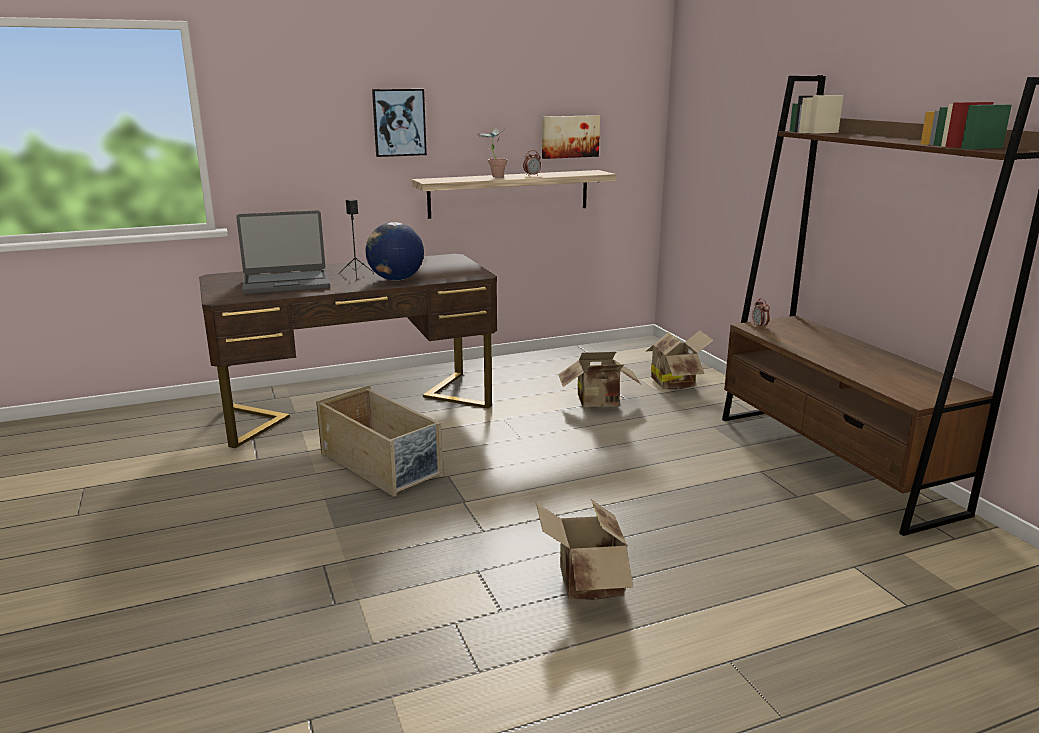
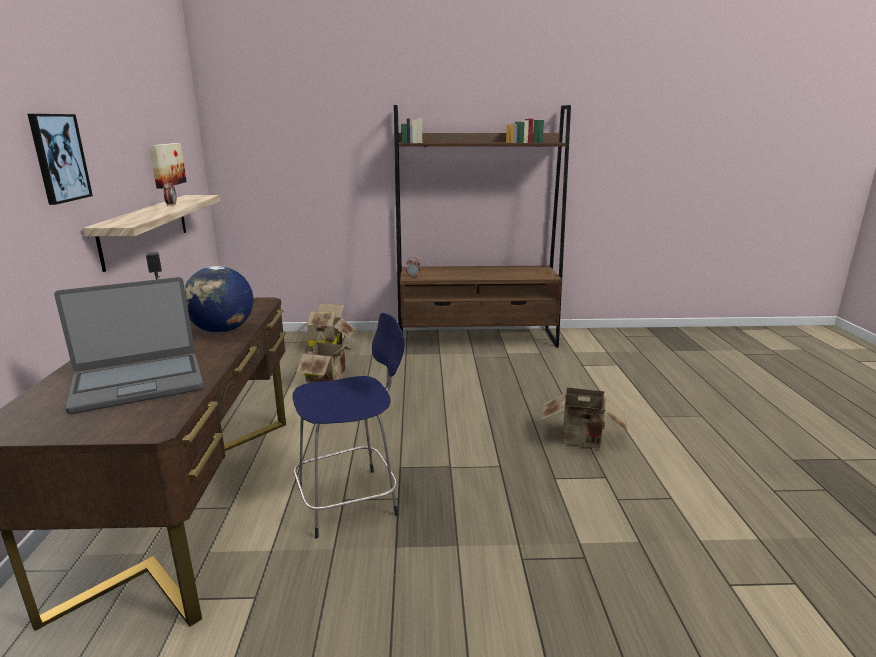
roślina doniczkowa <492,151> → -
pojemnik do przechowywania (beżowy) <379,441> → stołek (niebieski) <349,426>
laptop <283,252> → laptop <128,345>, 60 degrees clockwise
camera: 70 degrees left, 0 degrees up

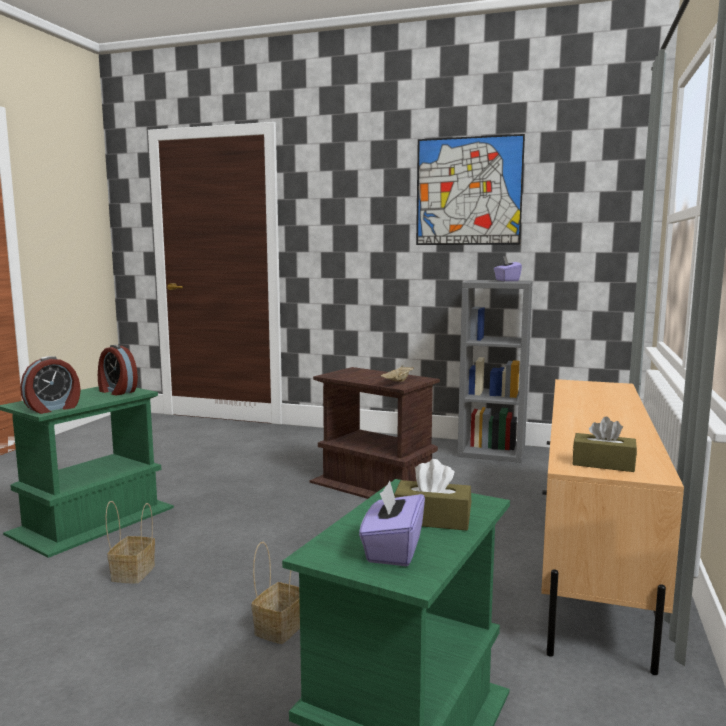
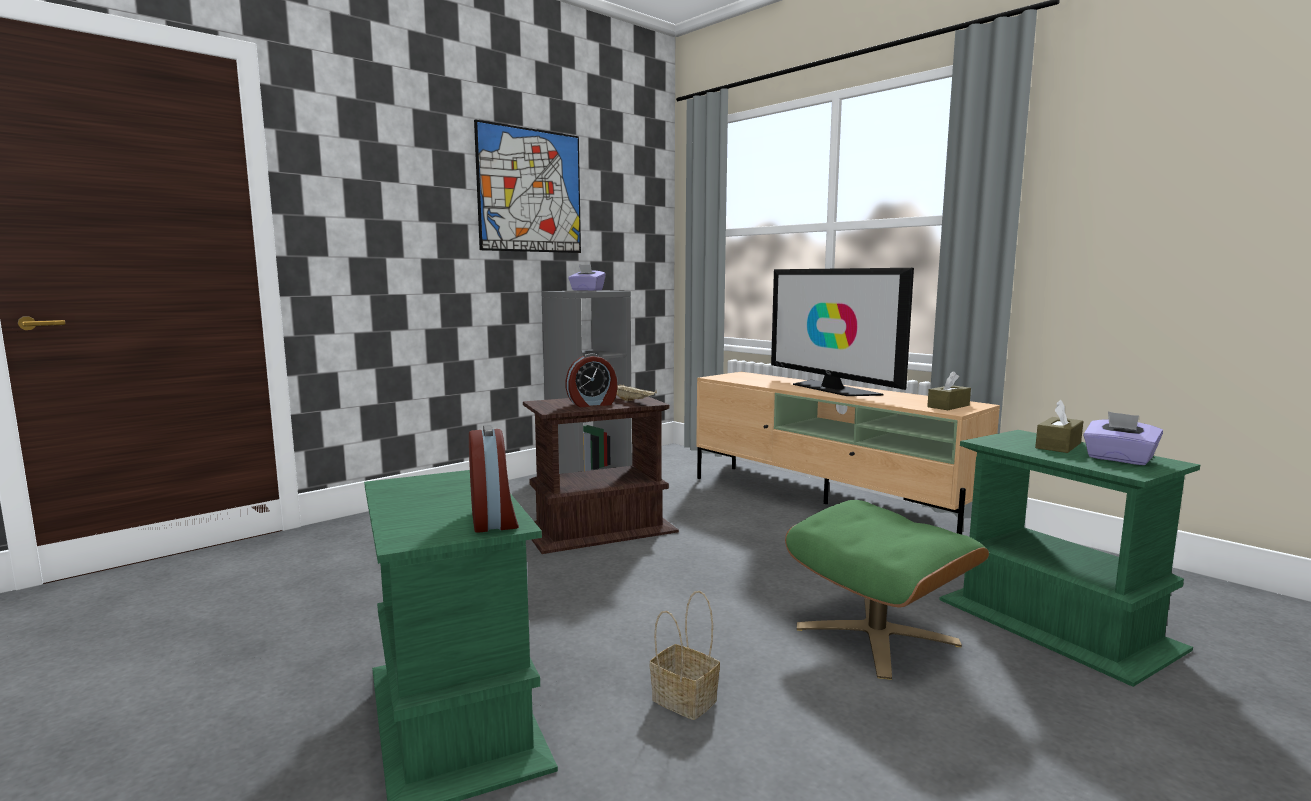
- → telewizor <842,332>
budzik <118,370> → budzik <592,380>, shifted
koszyk <276,593> → pufa (zielony) <887,590>
camera: 60 degrees left, 0 degrees up

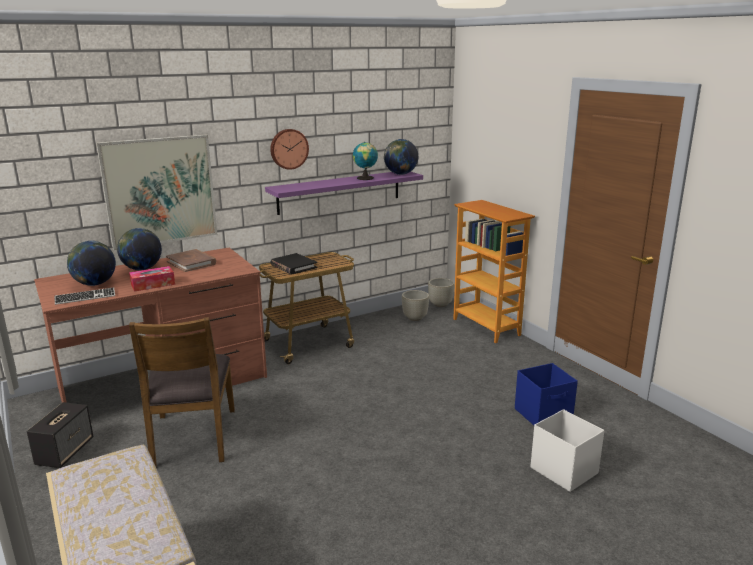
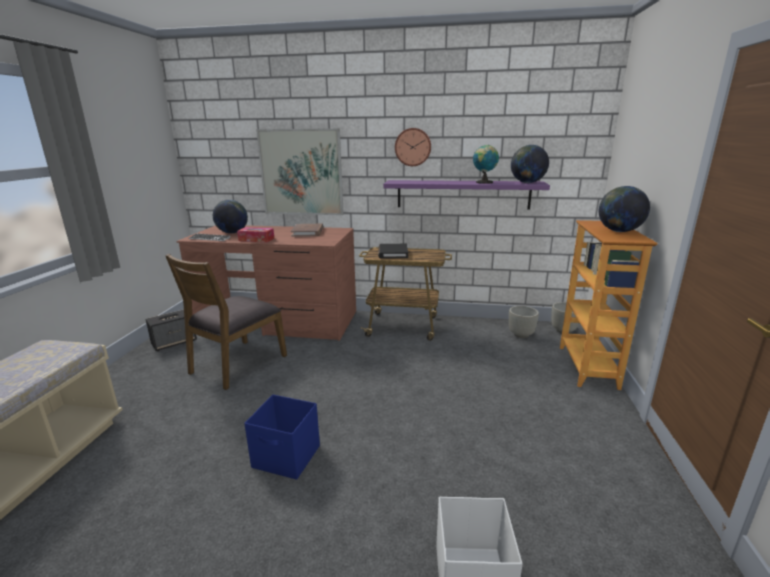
globus <139,249> → globus <624,209>, shifted
pojemnik do przechowywania (niebieski) <546,394> → pojemnik do przechowywania (niebieski) <282,437>, shifted
camera: 40 degrees right, 0 degrees up

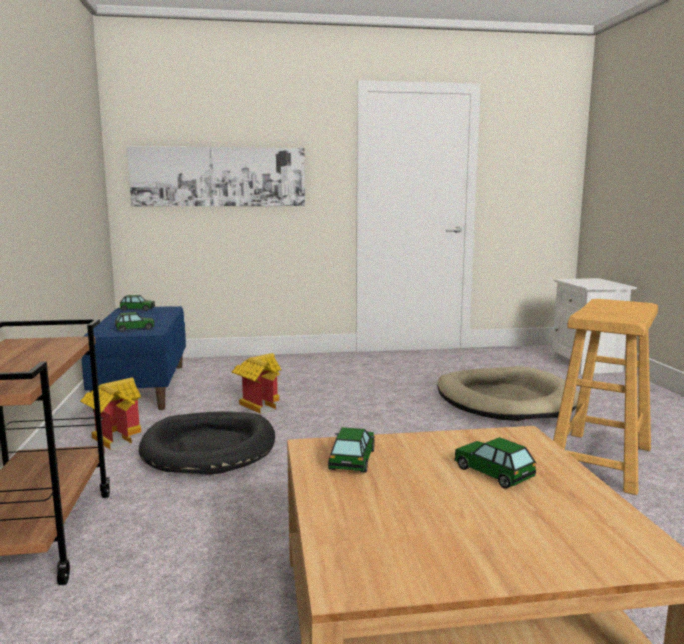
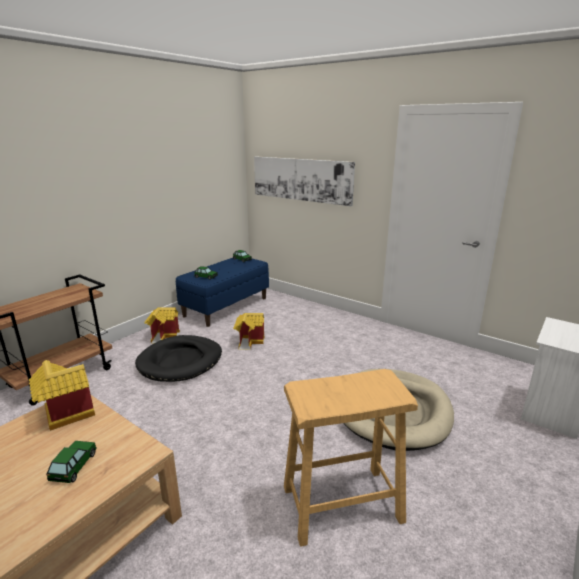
samochodzik <351,450> → domek <62,395>
camera: 45 degrees right, 10 degrees up

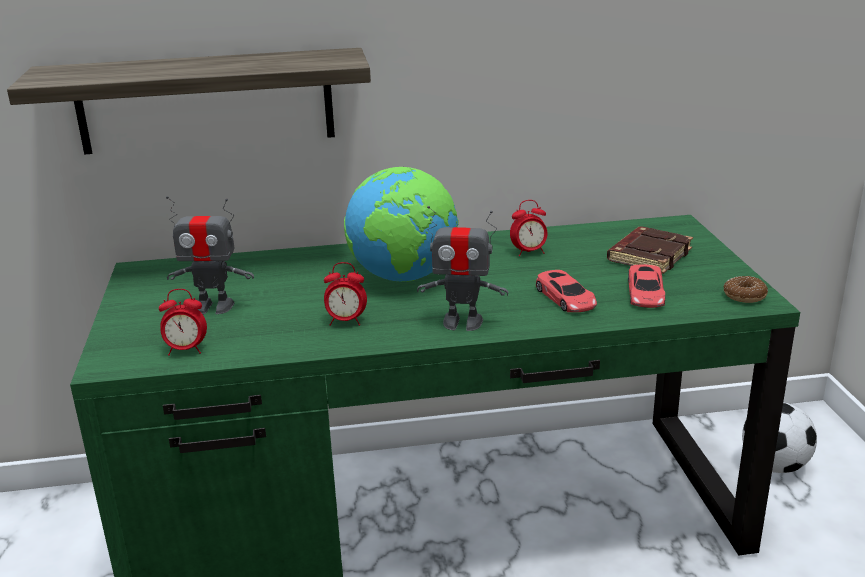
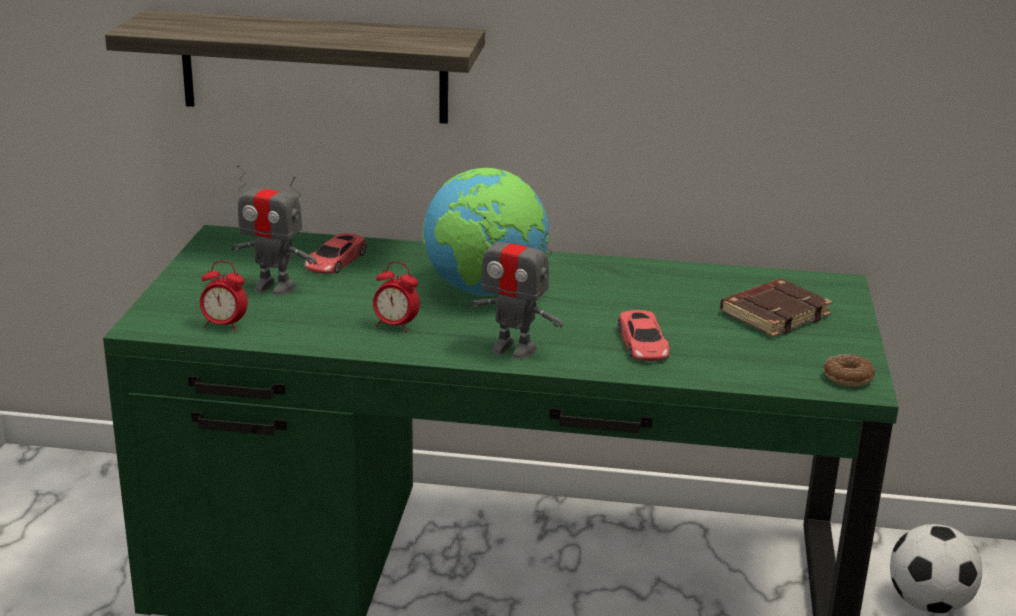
budzik <528,228> → -
samochodzik (czerwony) <646,286> → samochodzik (czerwony) <335,253>, shifted
camera: 15 degrees right, 0 degrees up

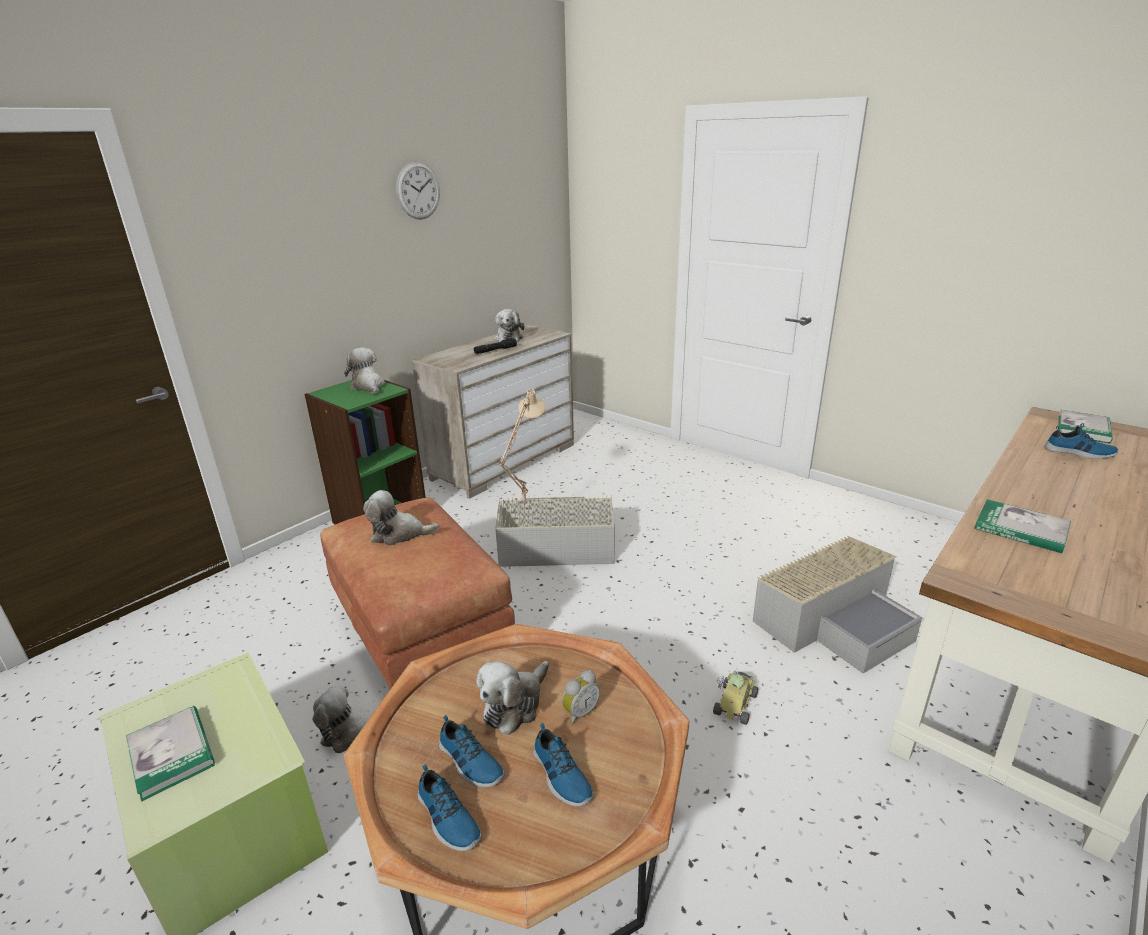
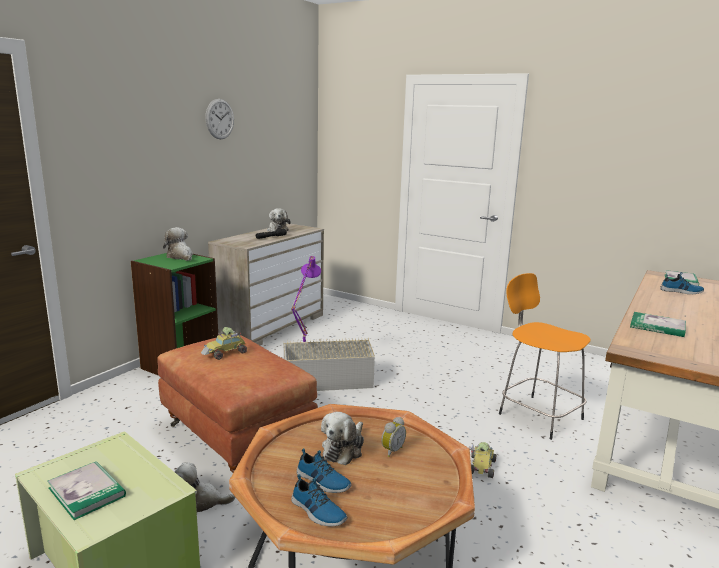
but <563,765> → -
pluszak <401,518> → samochodzik <224,343>
pojemnik do przechowywania (szary) <837,605> → stołek (pomarańczowy) <545,356>
lampa stołowa (beżowy) <522,446> → lampa stołowa (fioletowy) <306,300>
camera: 10 degrees left, 10 degrees down

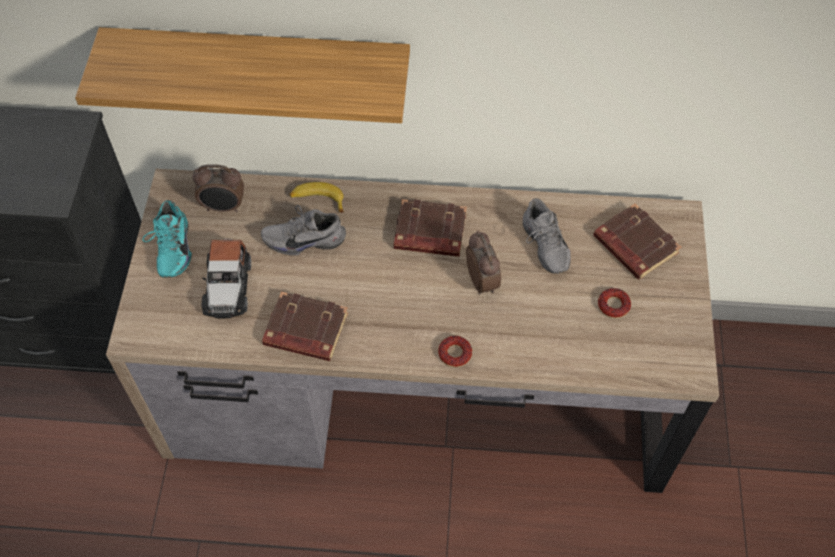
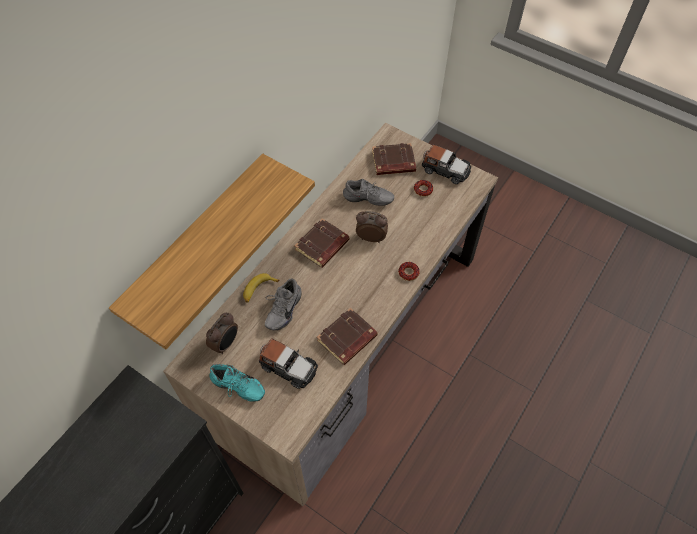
- → samochodzik <446,164>
camera: 60 degrees left, 0 degrees up

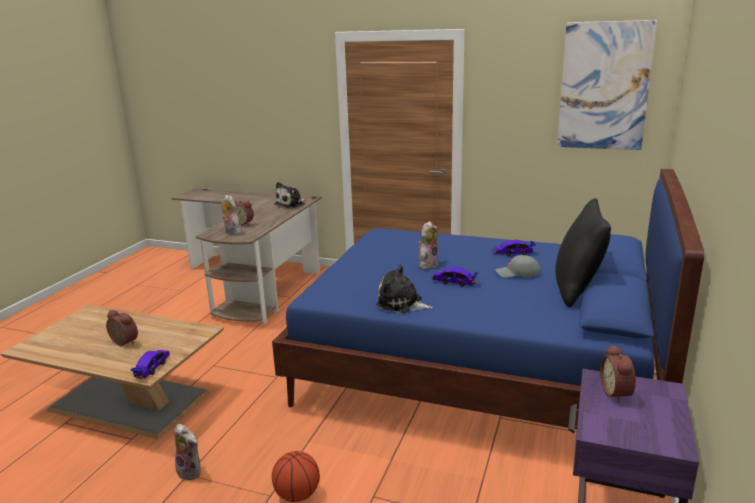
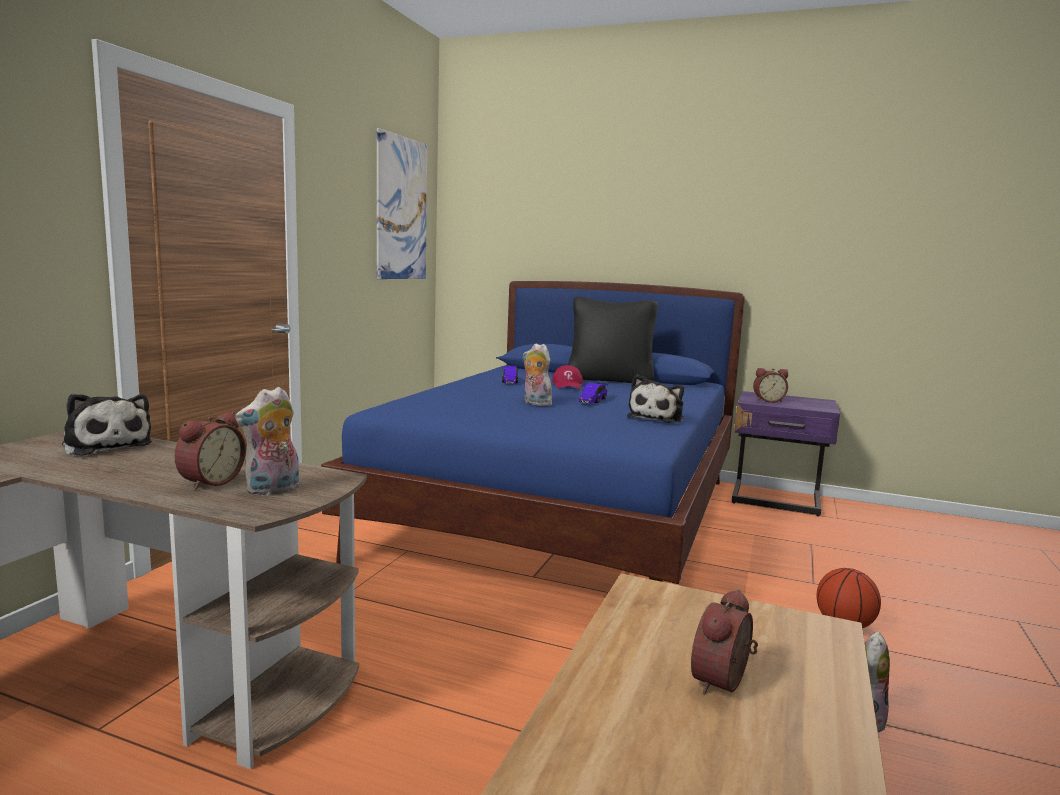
samochodzik <150,364> → -
czapka z daszkiem (szary) <517,266> → czapka z daszkiem (czerwony) <567,377>
camera: 90 degrees left, 10 degrees down

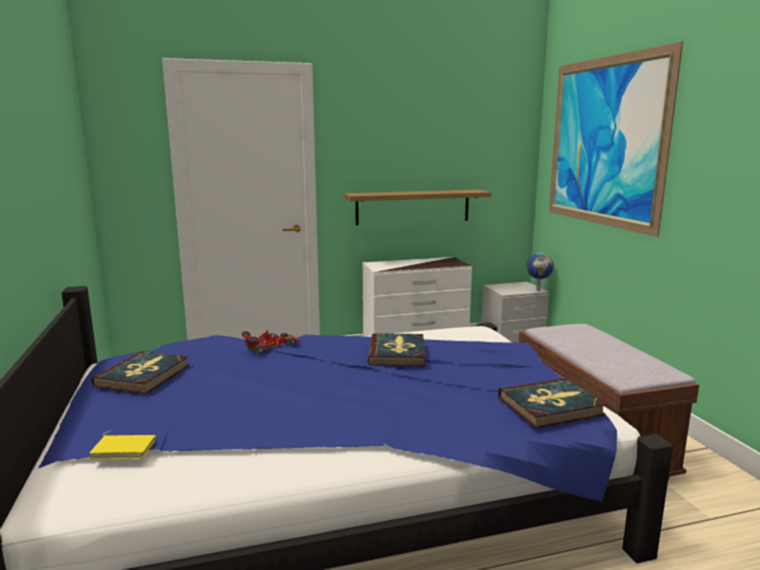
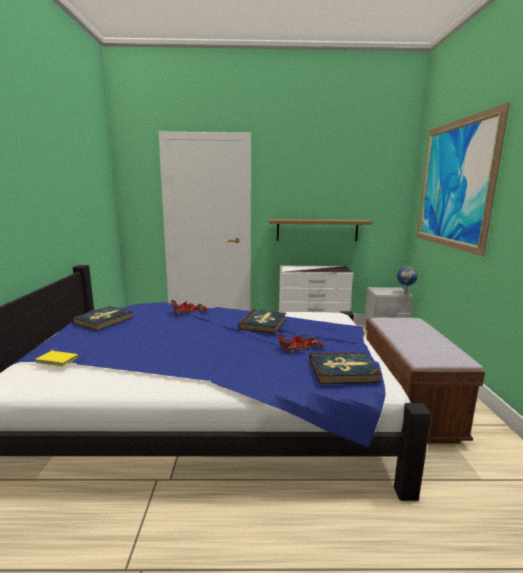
- → samochodzik <301,343>
camera: 15 degrees right, 0 degrees up

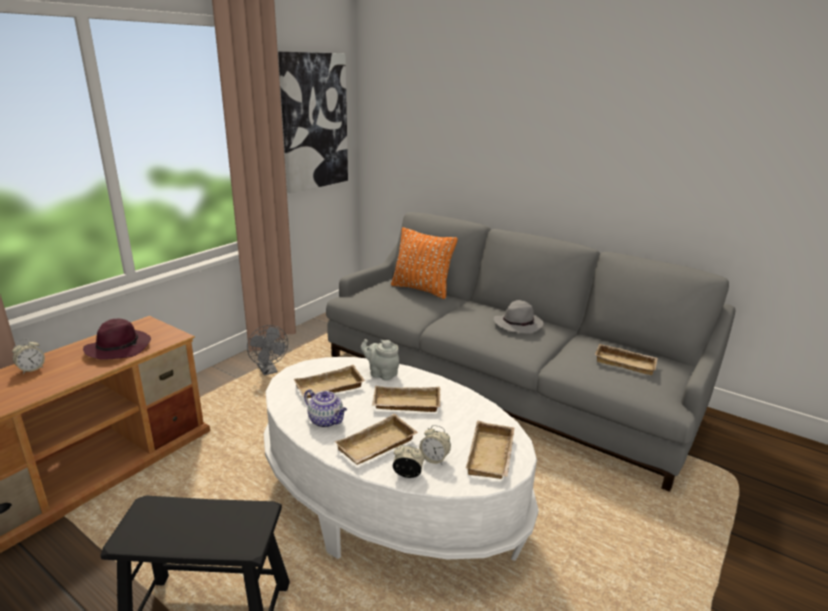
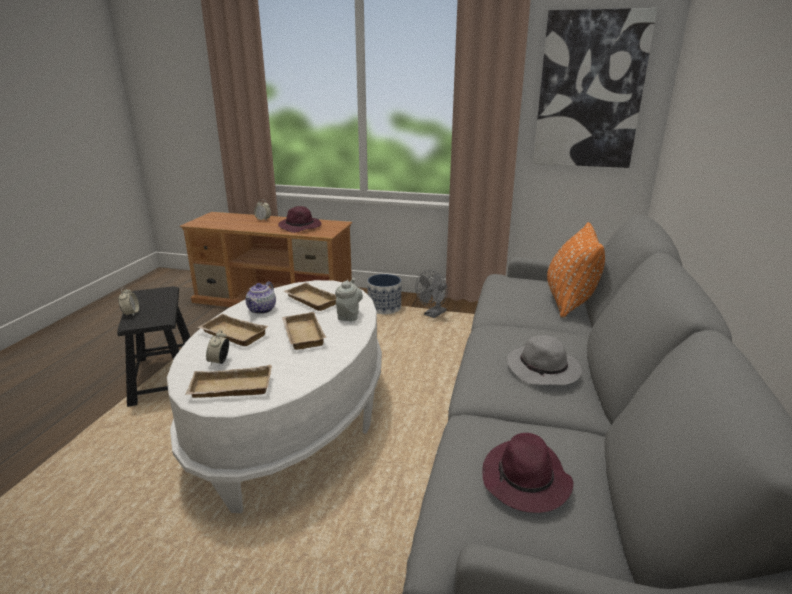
- → donica <384,294>
budzik <408,461> → budzik <129,302>, shifted
taca (beżowy) <626,359> → kapelusz (fioletowy) <528,473>
camera: 70 degrees right, 0 degrees up

